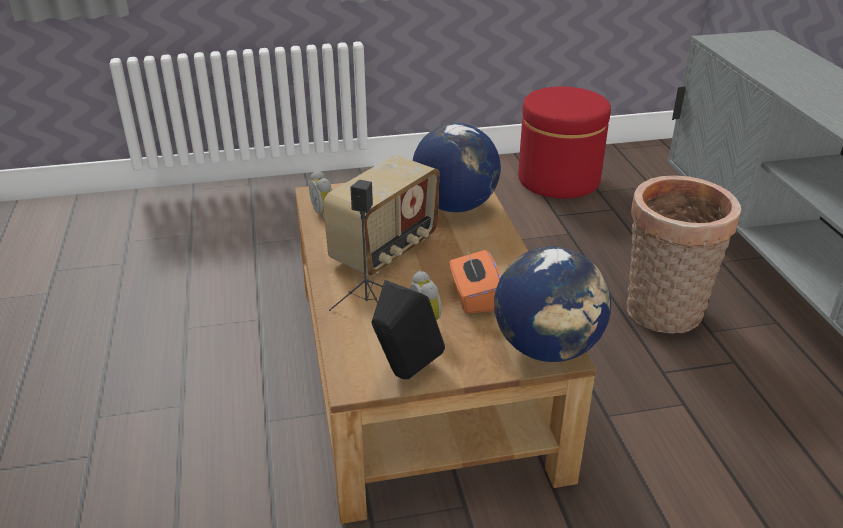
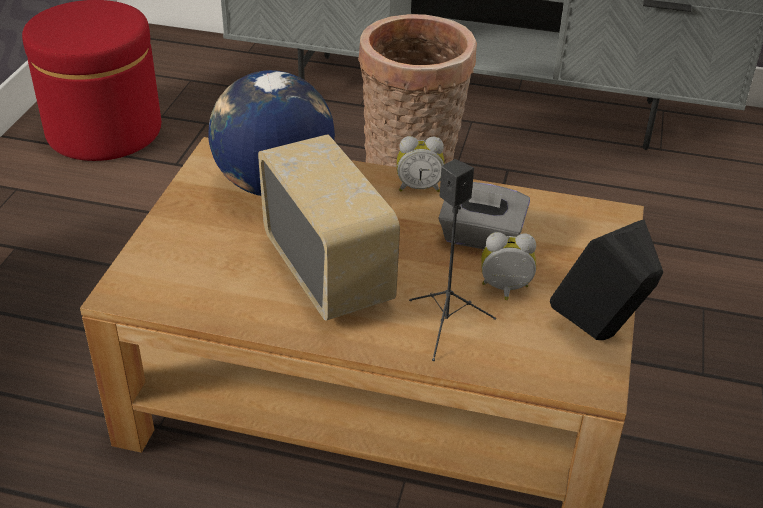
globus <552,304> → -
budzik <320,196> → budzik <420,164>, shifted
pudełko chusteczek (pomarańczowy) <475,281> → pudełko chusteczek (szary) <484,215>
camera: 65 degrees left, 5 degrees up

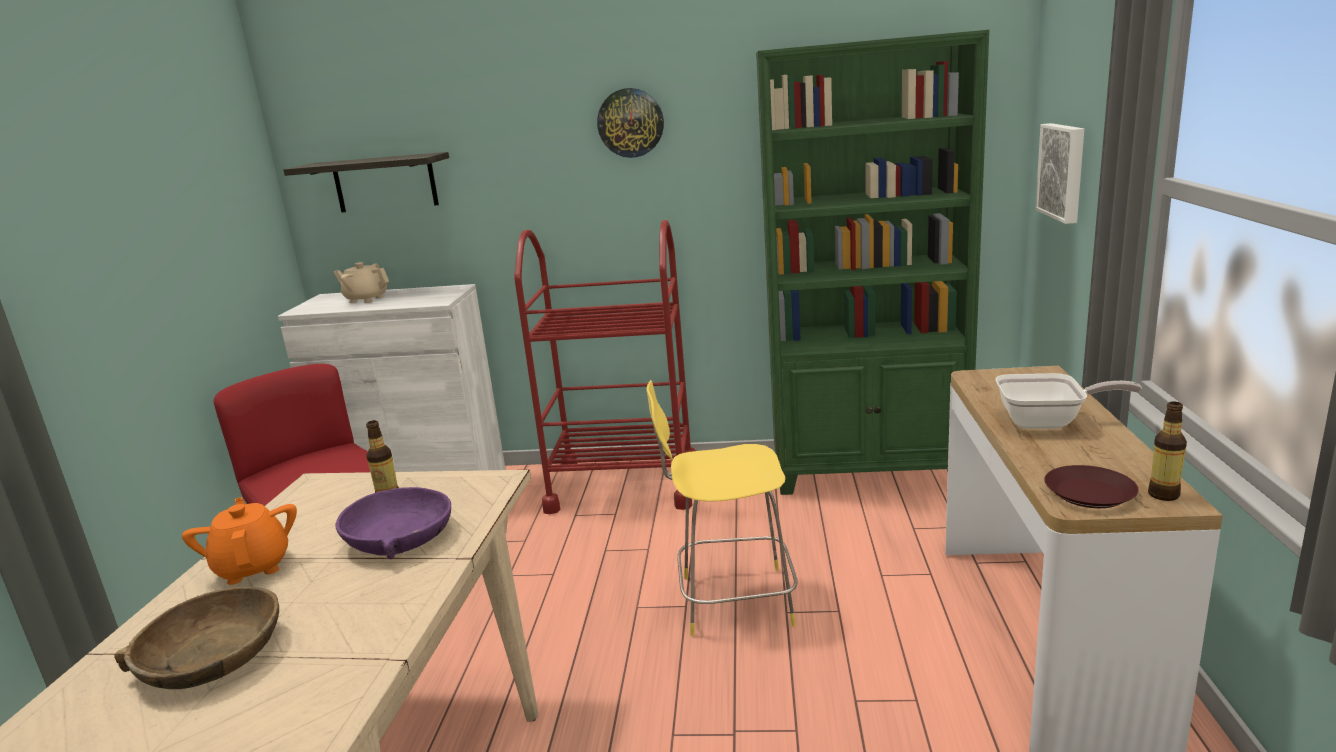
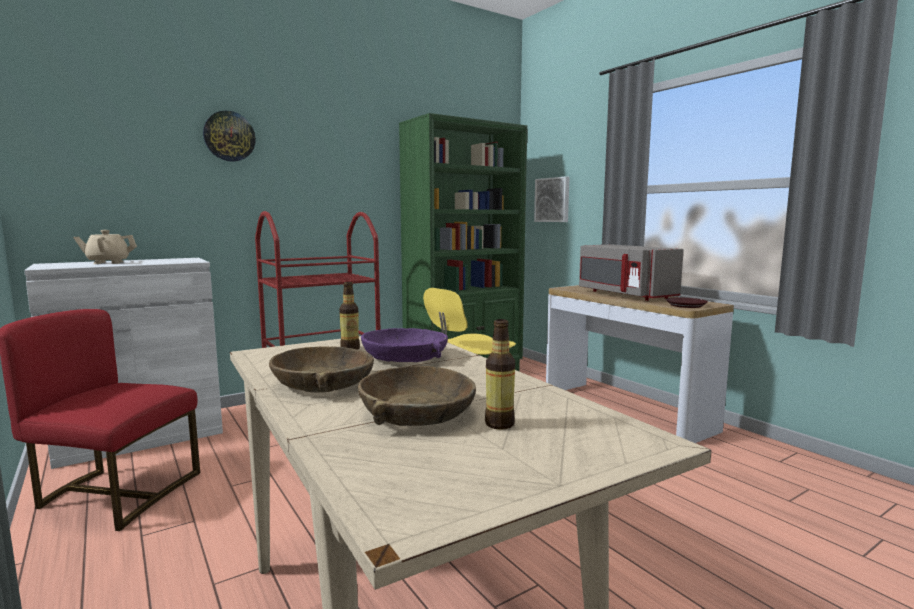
półka <366,182> → -
zegar ścienny <630,123> → zegar ścienny <229,136>, shifted
butelka <1167,451> → butelka <500,374>, shifted
imbryk (pomarańczowy) <239,541> → miska (brązowy) <321,369>
patelnia <1068,401> → mikrofalówka (szary) <631,272>
camera: 40 degrees left, 10 degrees down

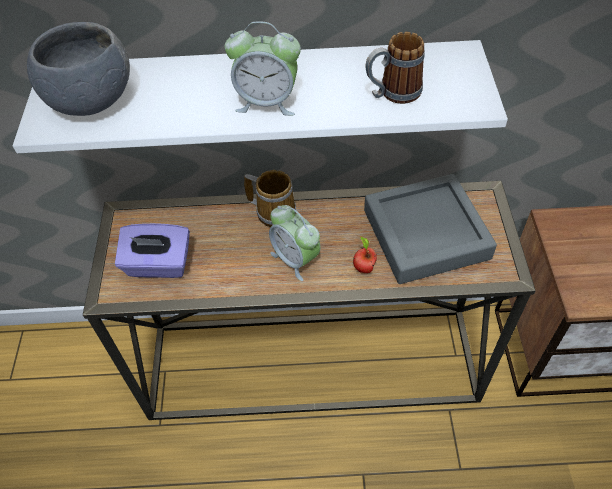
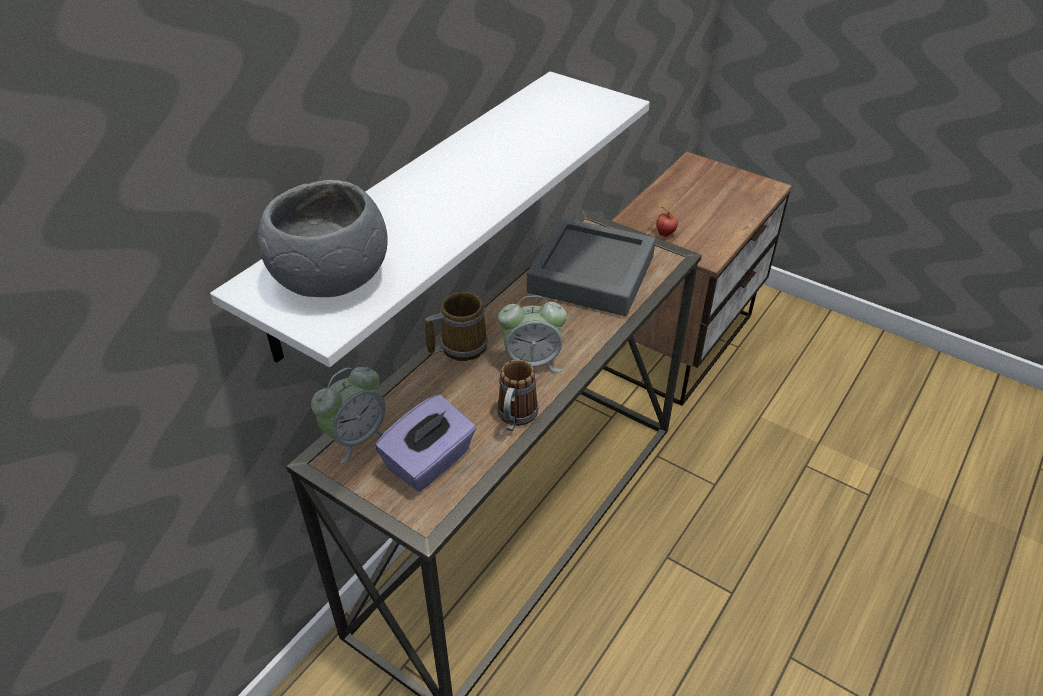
budzik <263,68> → budzik <349,415>, shifted
jabłko <365,255> → jabłko <667,221>, shifted
kubek <395,68> → kubek <517,395>, shifted
camera: 55 degrees left, 10 degrees down

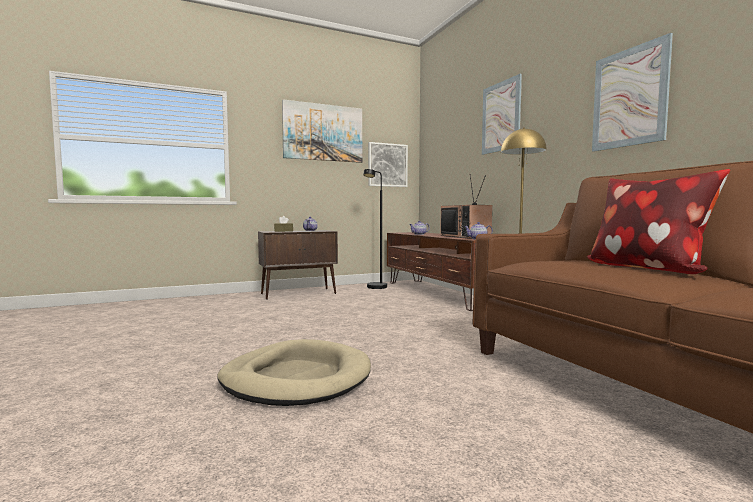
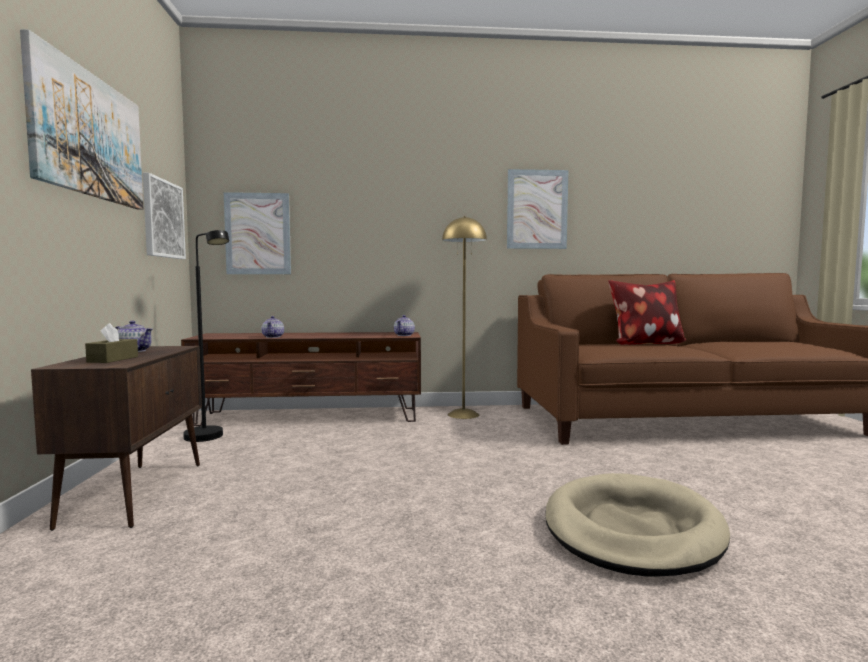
telewizor <466,207> → -
obraz <502,114> → obraz <257,233>, shifted
camera: 70 degrees left, 0 degrees up

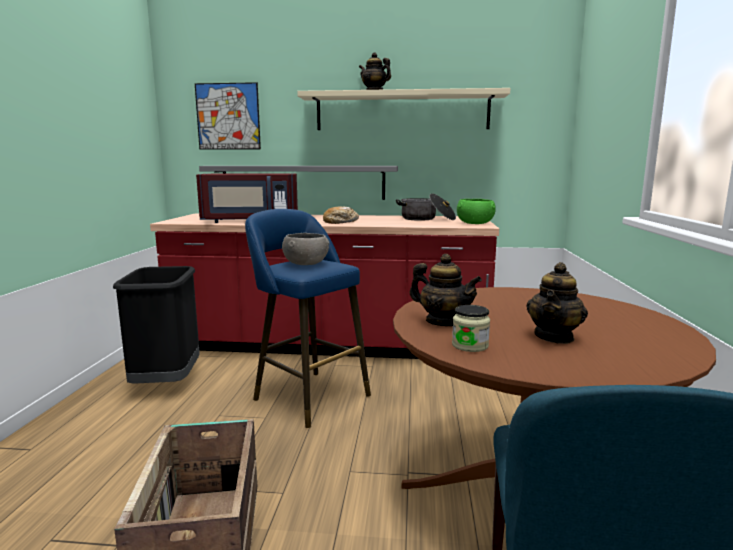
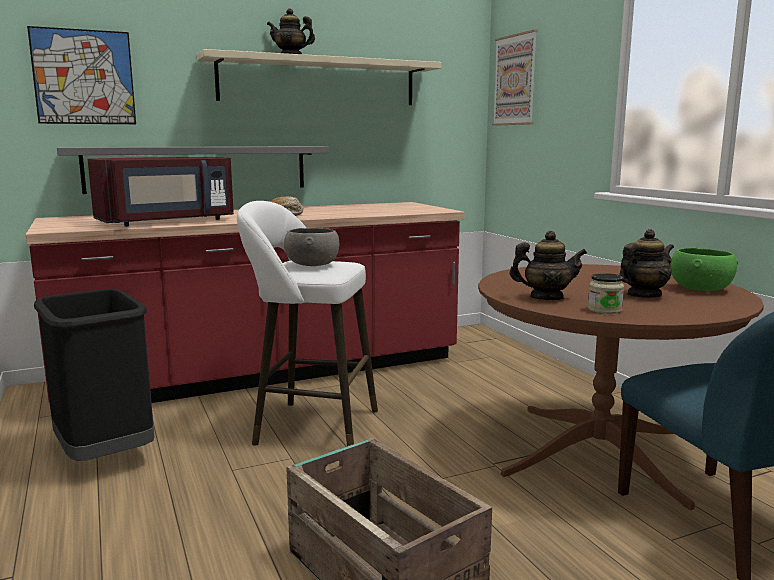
garnek <426,207> → -
- → obraz <515,77>
miska (zielony) <476,211> → miska (zielony) <704,269>, shifted
stołek (niebieski) <308,318> → stołek (biały) <307,323>
imbryk <557,303> → imbryk <646,263>, 120 degrees counterclockwise
camera: 30 degrees left, 0 degrees up

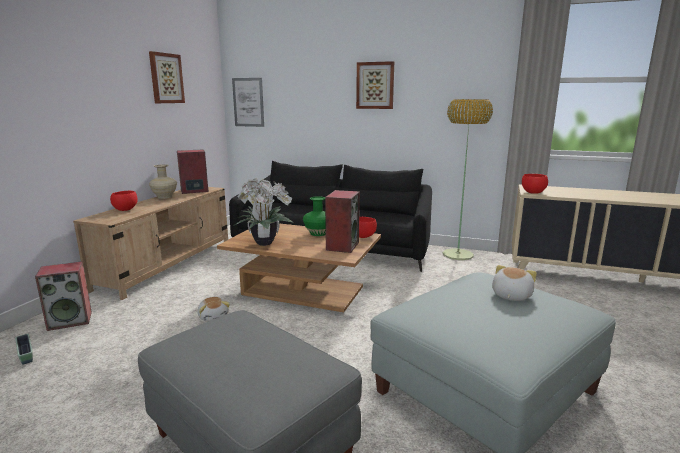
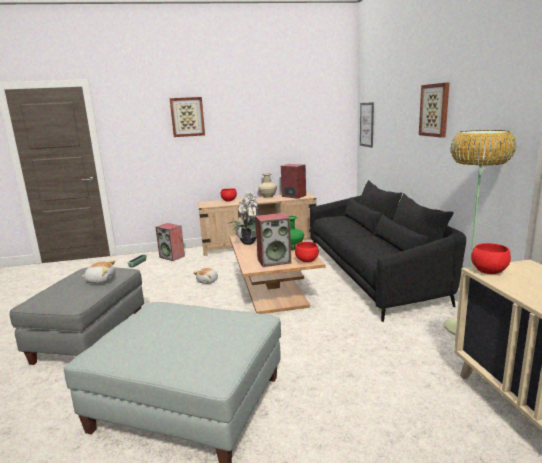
obraz <167,77> → obraz <187,117>, shifted
pluszak <514,283> → pluszak <98,271>, shifted
camera: 60 degrees right, 0 degrees up

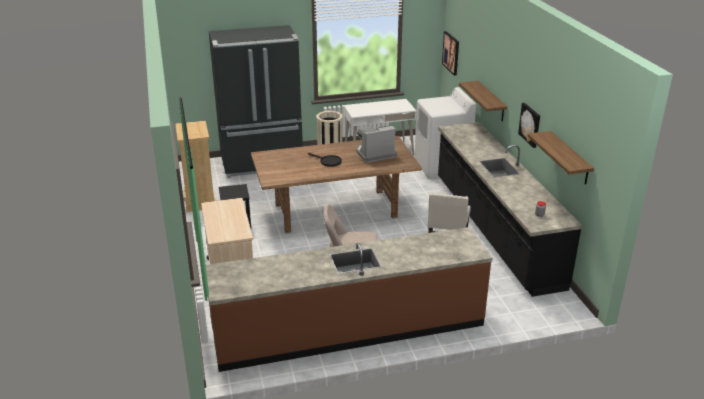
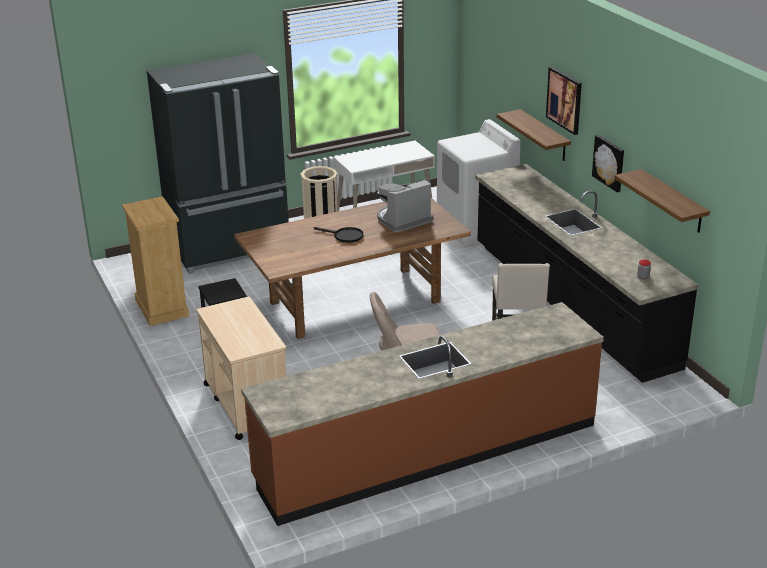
obraz <450,53> → obraz <564,101>, shifted
camera: 10 degrees left, 0 degrees up

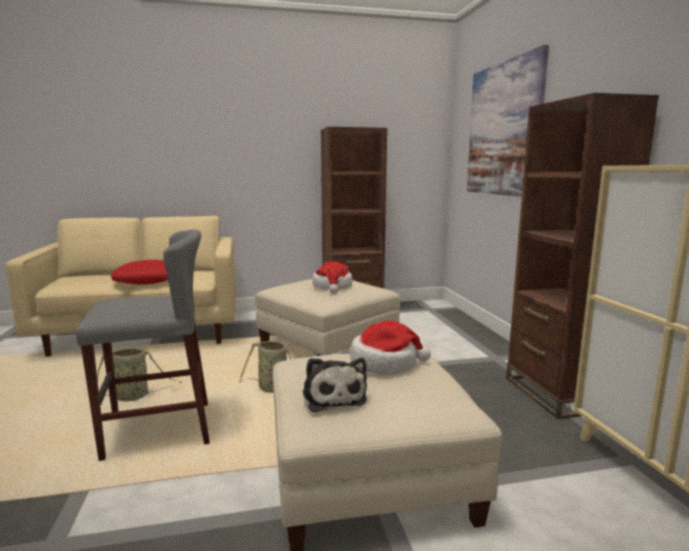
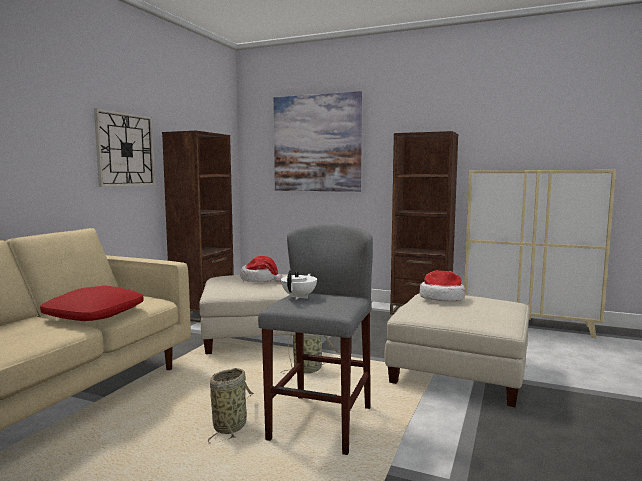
pluszak <335,385> → -
- → zegar ścienny <124,147>
- → imbryk (biały) <299,285>
camera: 55 degrees left, 5 degrees down

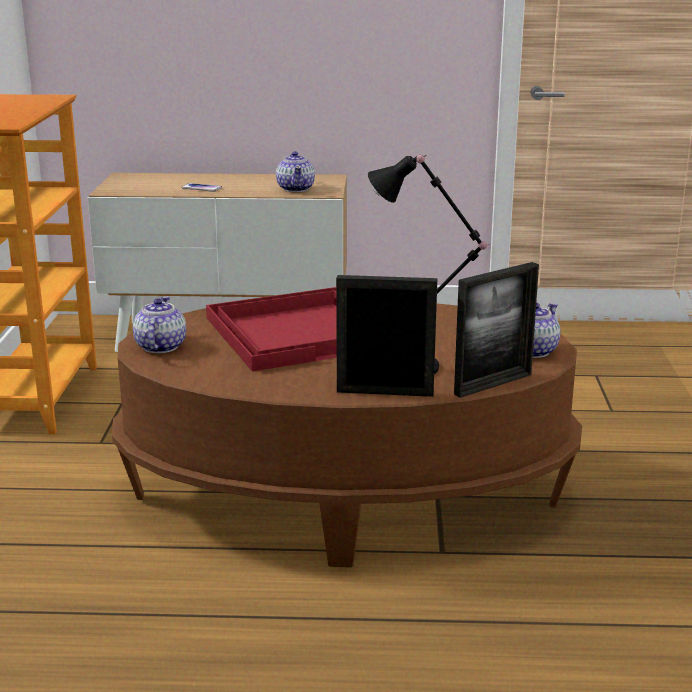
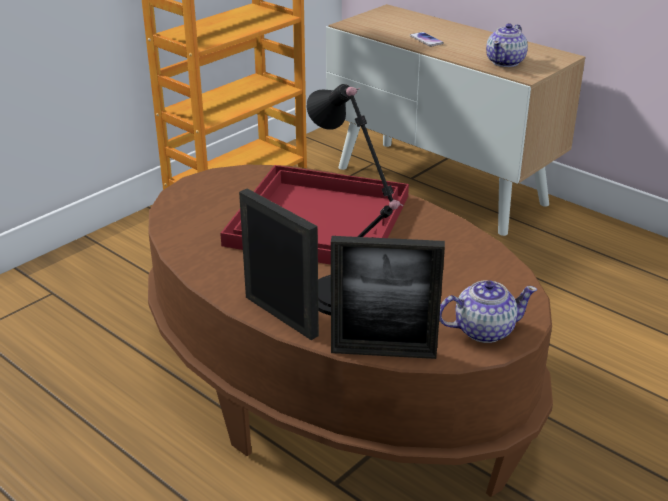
imbryk <159,324> → -
camera: 40 degrees right, 10 degrees up

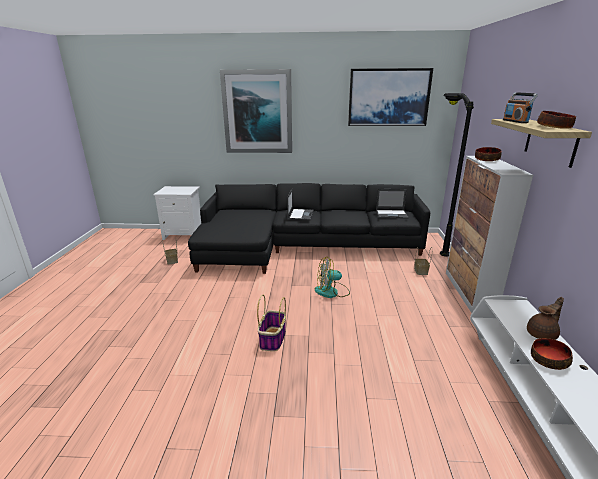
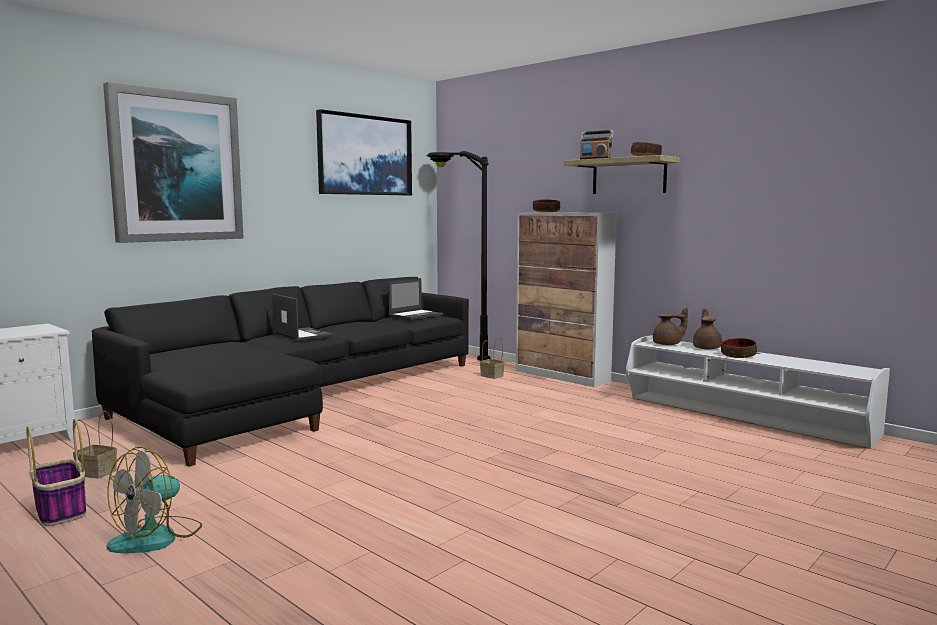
- → imbryk (brązowy) <670,326>
koszyk <271,323> → koszyk <56,472>, shifted
wentylator <332,277> → wentylator <154,500>, shifted
camera: 50 degrees left, 15 degrees down

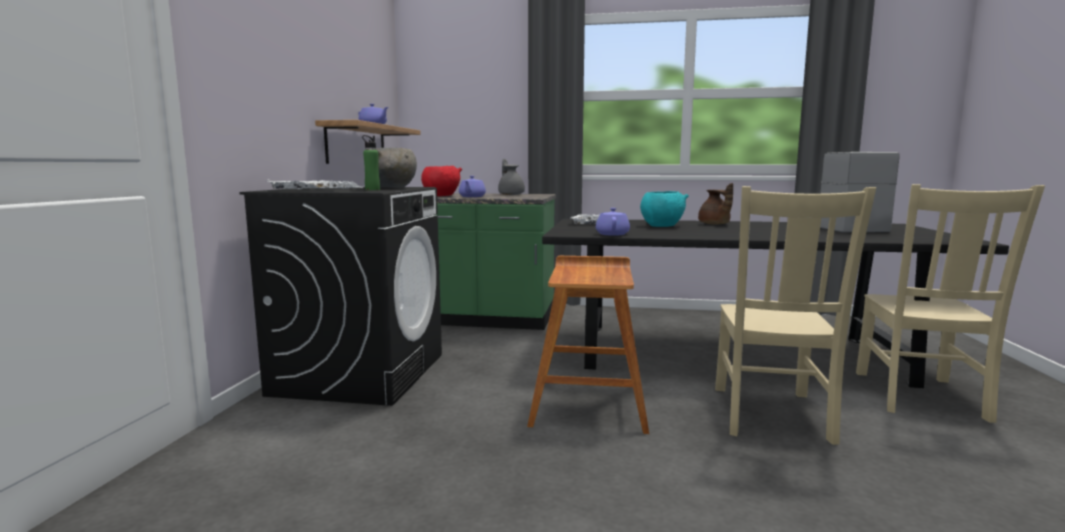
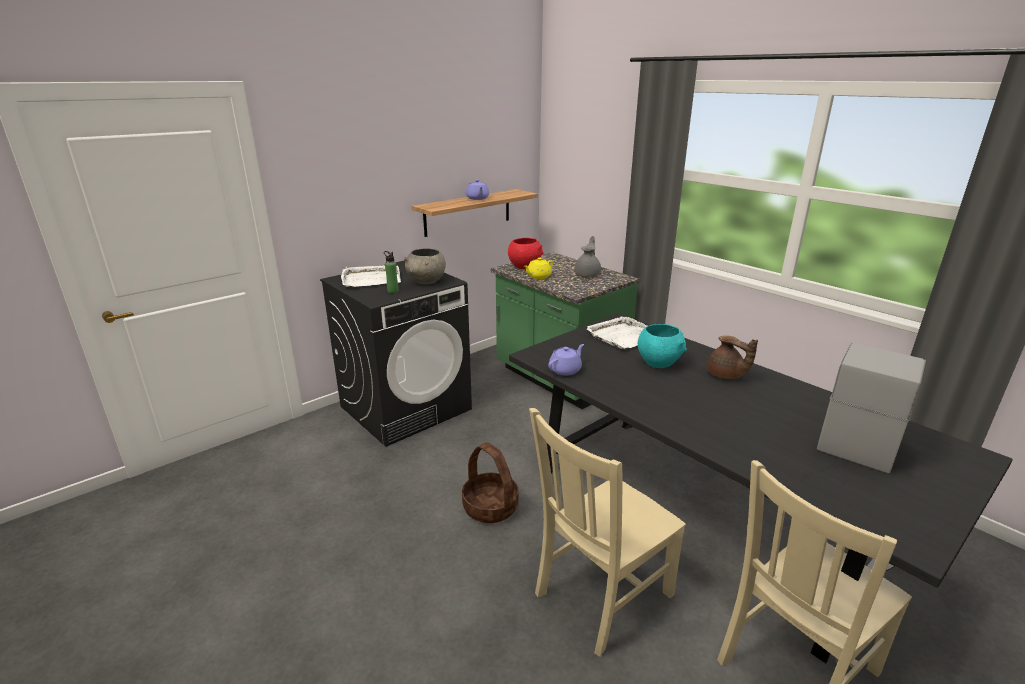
stołek (brązowy) <588,345> → koszyk <490,482>
imbryk (fioletowy) <472,186> → imbryk (żółty) <538,268>
imbryk (brązowy) <715,203> → imbryk (brązowy) <732,357>, 60 degrees counterclockwise
camera: 40 degrees right, 15 degrees up

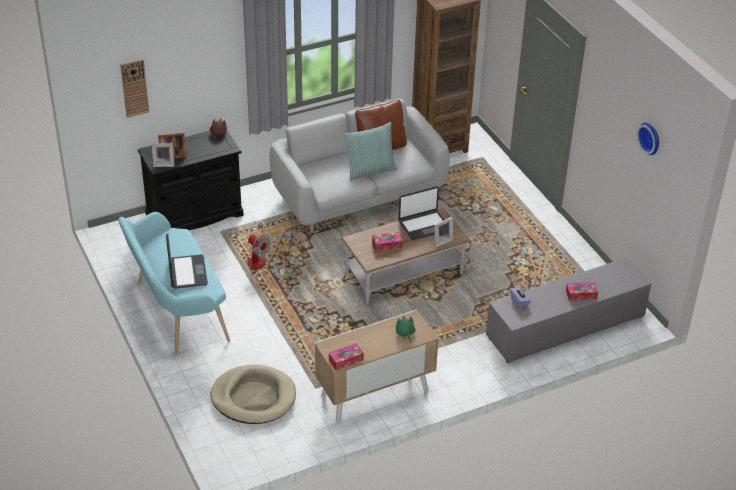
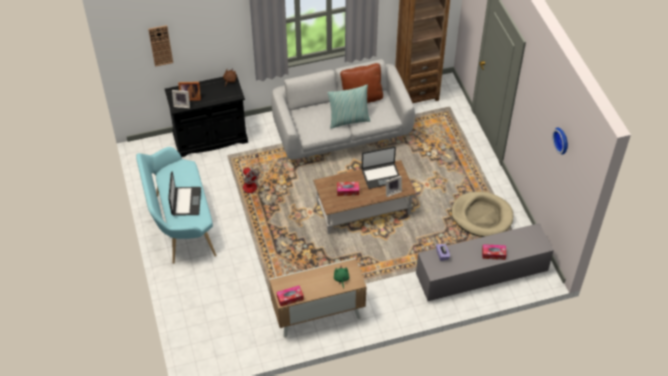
legowisko (beżowy) <253,394> → legowisko (beżowy) <482,214>, shifted
camera: 10 degrees right, 10 degrees up

